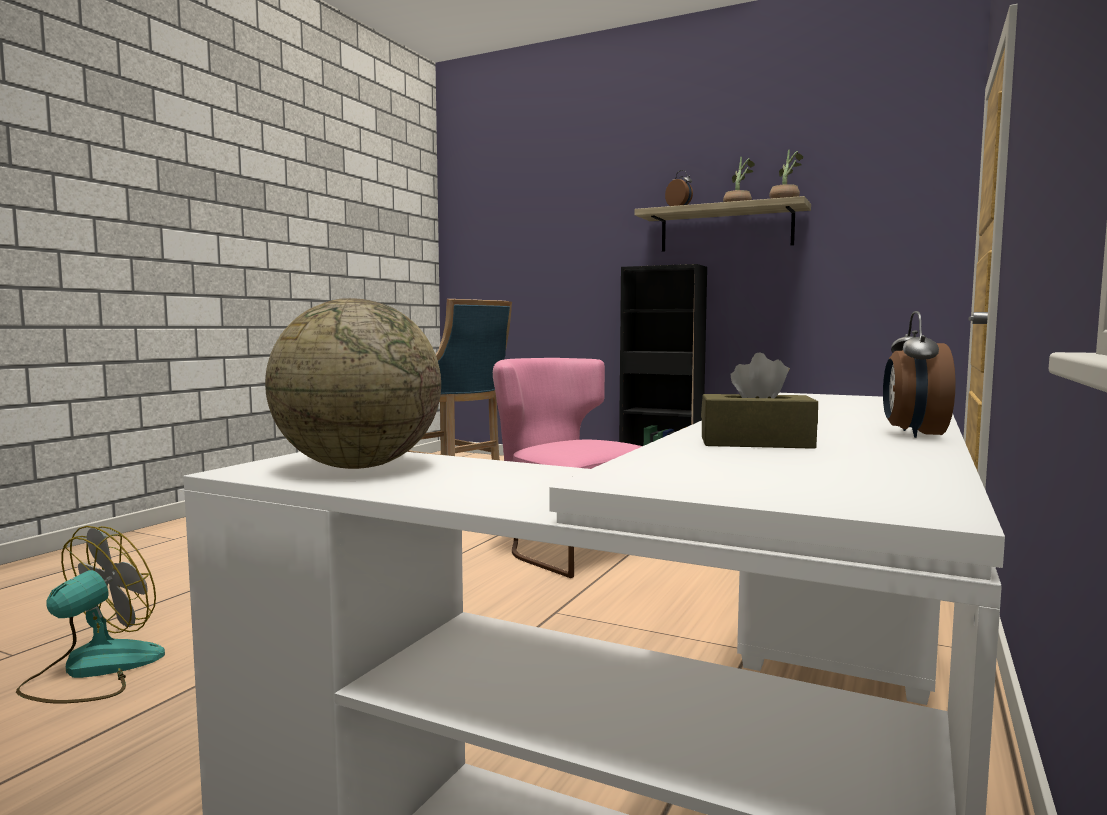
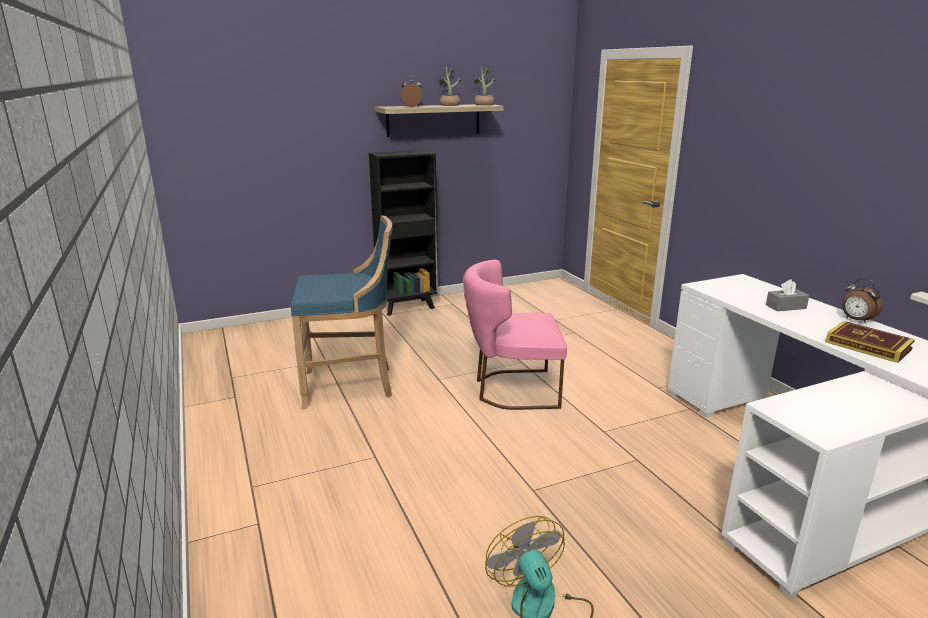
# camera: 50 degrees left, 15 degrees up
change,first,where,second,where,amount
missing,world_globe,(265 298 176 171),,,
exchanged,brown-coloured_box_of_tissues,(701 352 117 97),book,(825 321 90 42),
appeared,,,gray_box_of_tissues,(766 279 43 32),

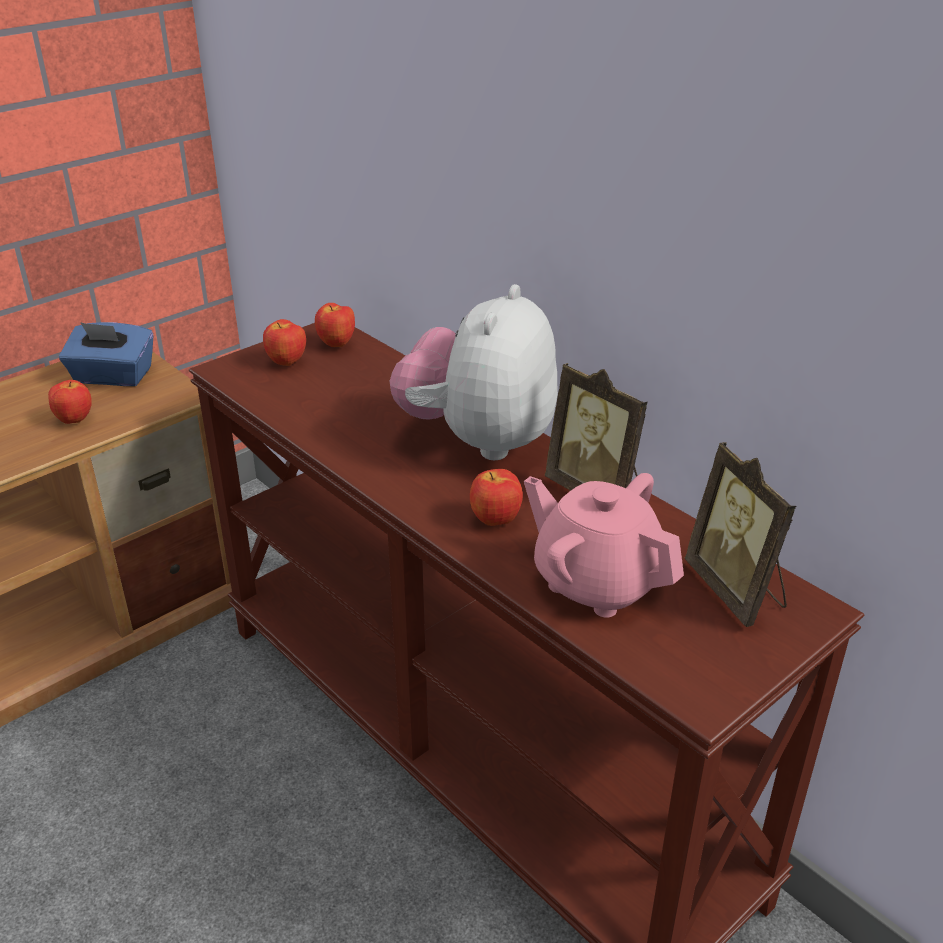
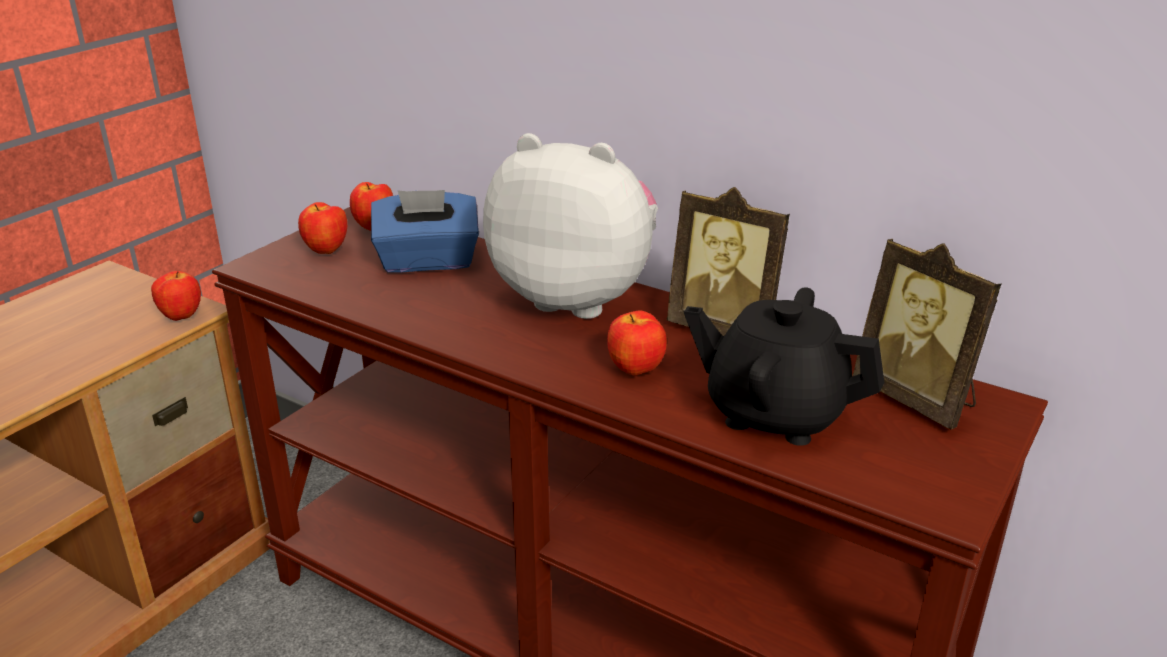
# camera: 15 degrees left, 5 degrees down
change,first,where,second,where,amount
spun,plush_toy,(390 284 168 176),,(483 133 175 186),105 degrees clockwise
relocated,blue-coloured_box_of_tissues,(59 322 95 64),,(371 190 108 83),
relocated,whole_apple,(48 380 44 44),,(151 271 50 50),
colour,pink_teapot,(524 473 160 145),blackish_teapot,(684 287 200 159),

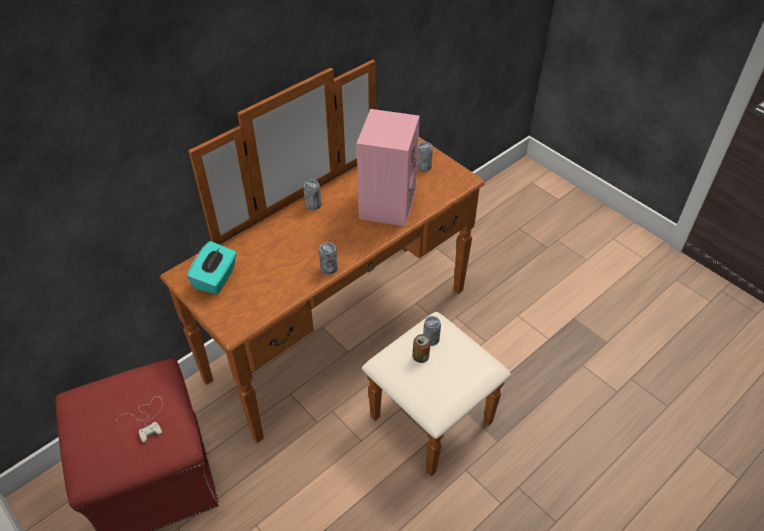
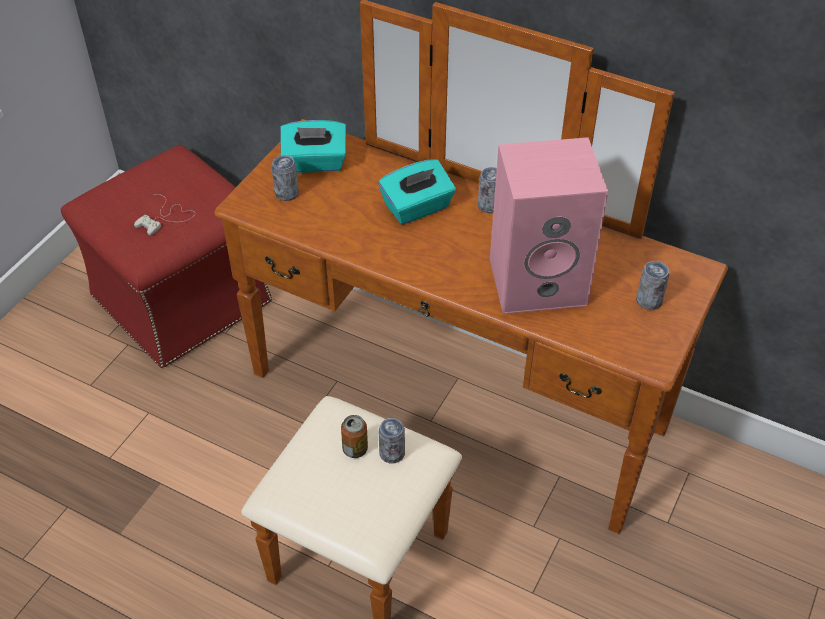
# camera: 70 degrees right, 0 degrees up
change,first,where,second,where,amount
relocated,metal_can,(319 242 19 33),,(272 155 27 46),
appeared,,,turquoise_box_of_tissues,(378 159 78 65),

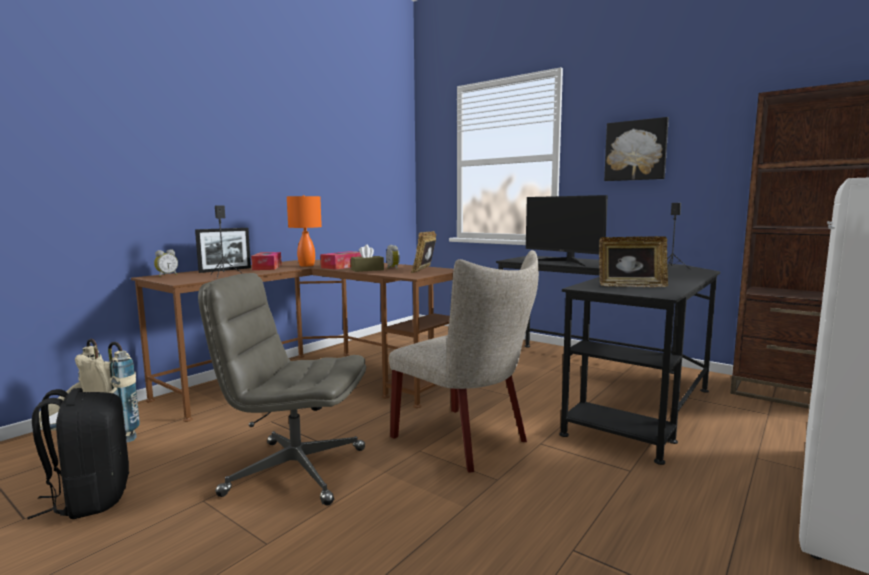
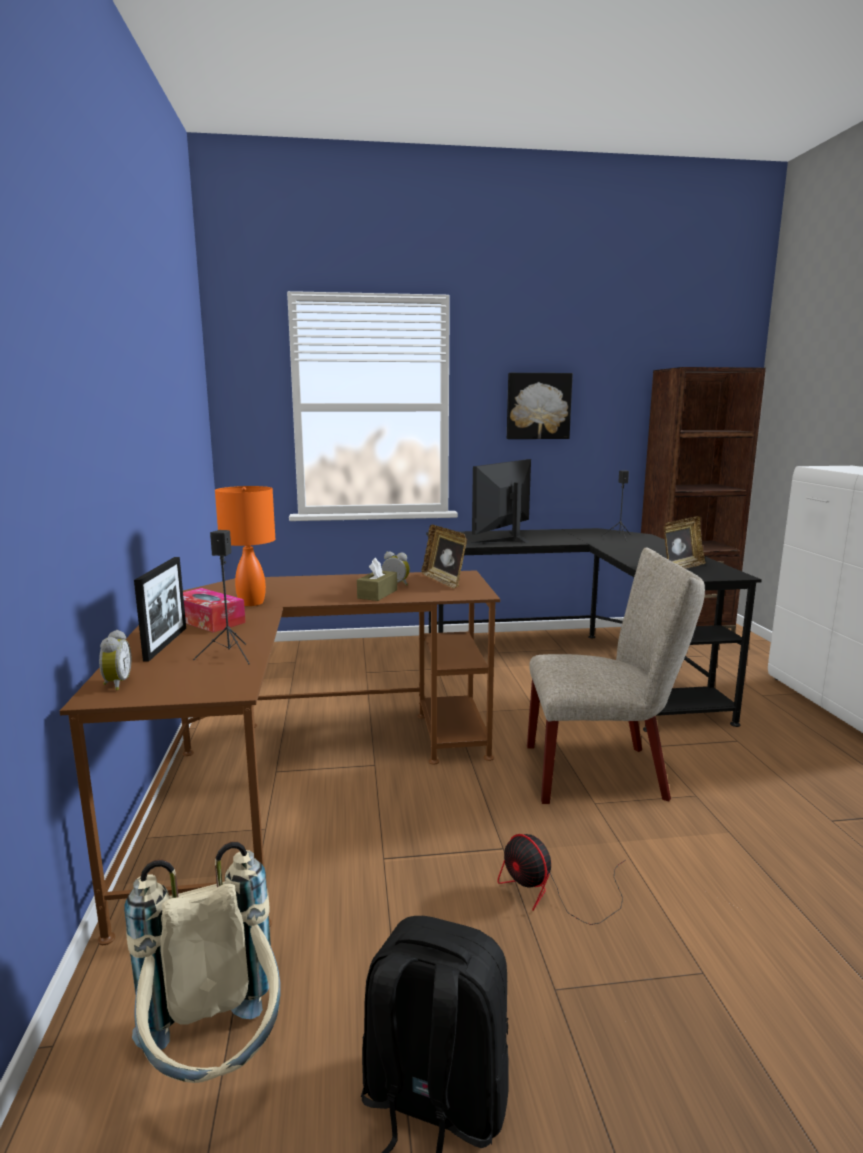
# camera: 45 degrees left, 5 degrees up
change,first,where,second,where,amount
spun,monitor,(526 195 82 71),,(470 459 61 85),120 degrees clockwise
missing,box_of_tissues,(320 251 42 19),,,
exchanged,gray_desk_chair,(198 273 168 232),cooling_fan,(497 834 128 91),

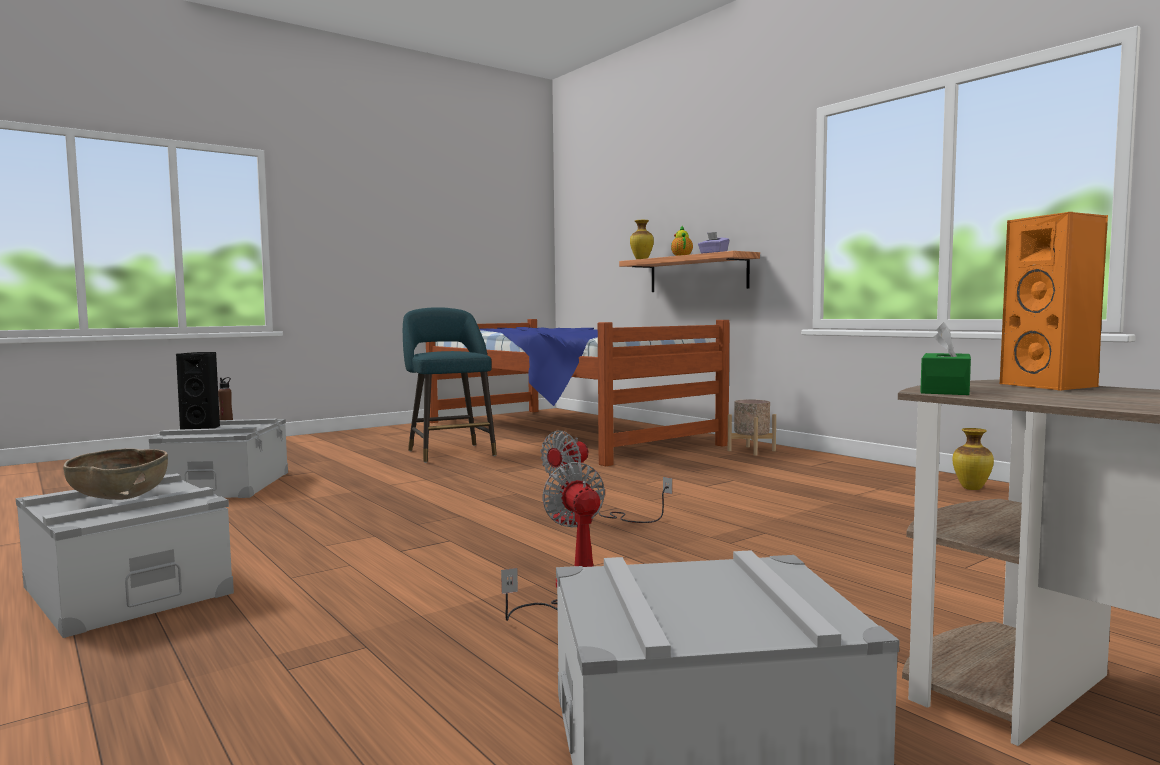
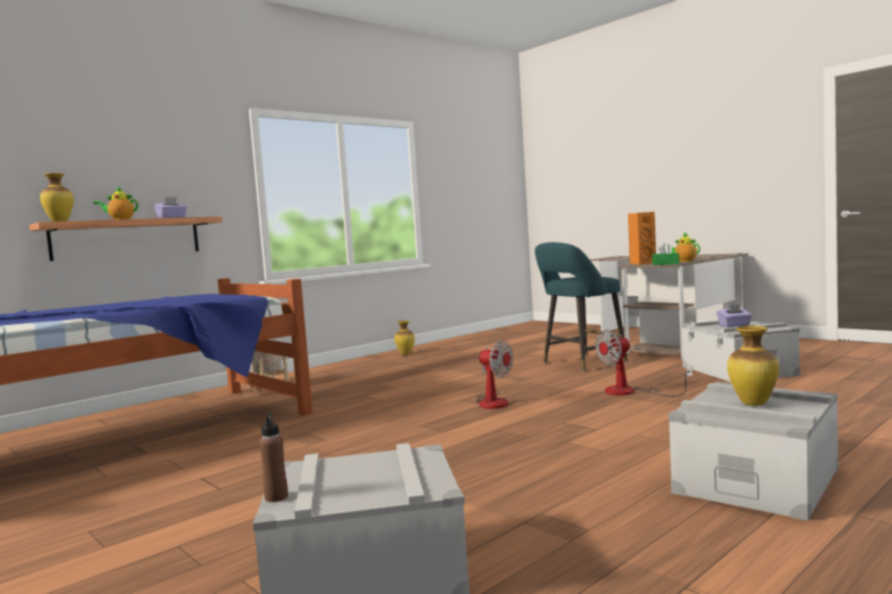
# camera: 95 degrees left, 0 degrees up
change,first,where,second,where,amount
relocated,turquoise_stool_seat,(403 307 94 156),,(535 242 93 129),
missing,blackish_speaker,(176 352 44 78),,,
exchanged,brown-coloured_deep_dish,(63 448 105 52),vase,(727 326 52 80),
appeared,,,teapot,(667 233 33 29),
appeared,,,purple-coloured_box_of_tissues,(717 304 35 24),

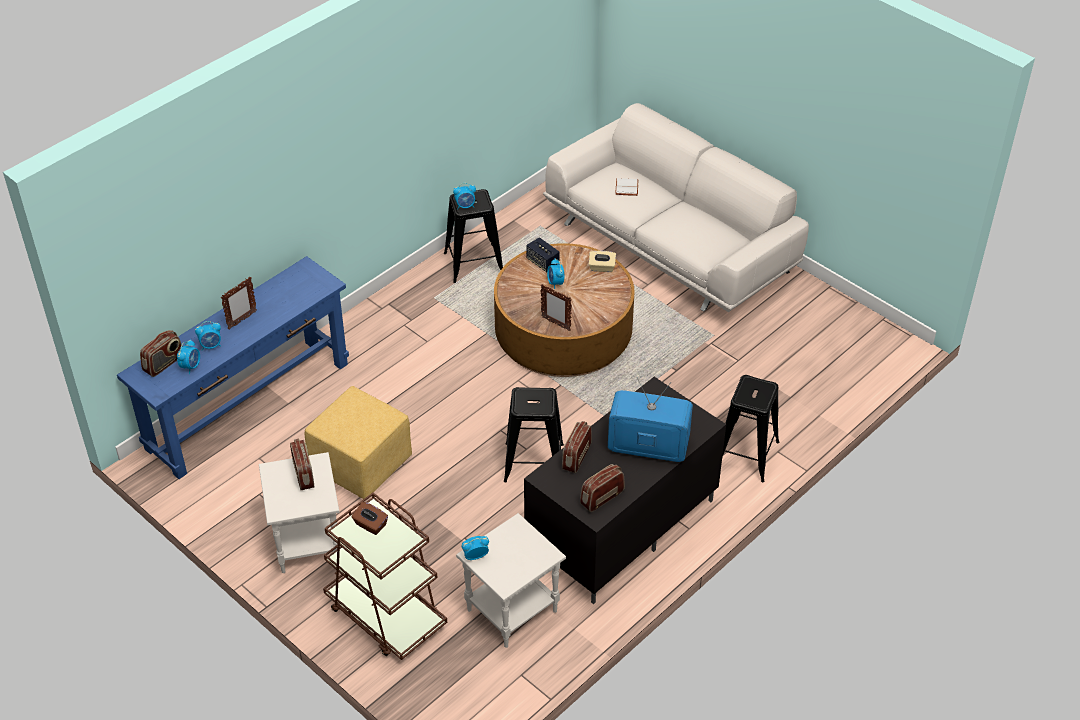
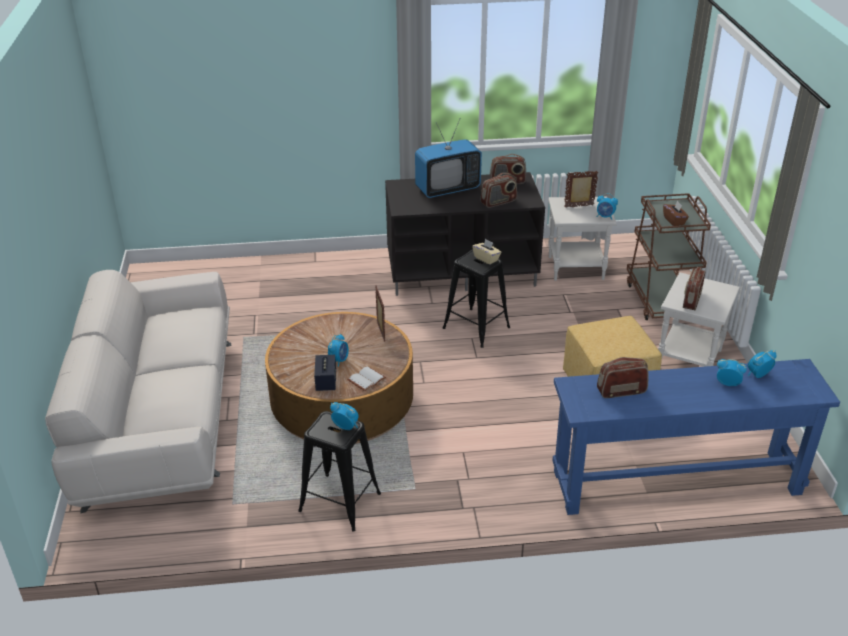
# camera: 140 degrees left, 10 degrees down
change,first,where,second,where,amount
relocated,white_book,(615 178 24 18),,(347 366 39 25),
relocated,sand-coloured_box_of_tissues,(589 251 27 21),,(472 239 29 26),
relocated,picture_frame,(221 277 36 53),,(564 171 35 36),
relocated,radio,(140 330 43 47),,(597 357 52 41),
missing,blackish_stool_seat,(722 375 57 107),,,
spun,television,(608 377 85 85),,(415 119 67 79),75 degrees counterclockwise

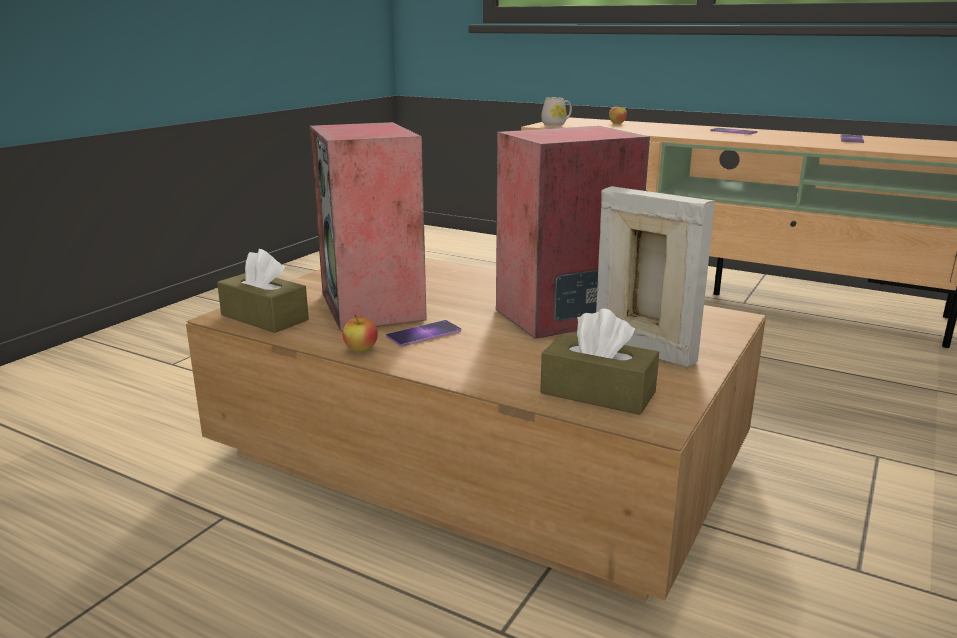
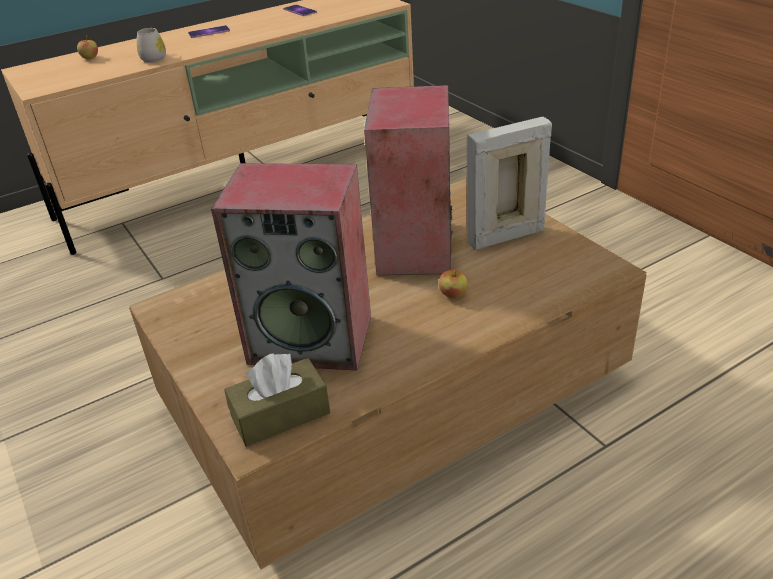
# camera: 60 degrees left, 15 degrees up
change,first,where,second,where,amount
relocated,white_tea_mug,(541 97 31 29),,(137 28 29 35),
missing,brown-coloured_box_of_tissues,(540 309 119 106),,,
relocated,whole_apple,(343 314 35 38),,(439 270 29 29),
missing,phone,(386 320 75 27),,,

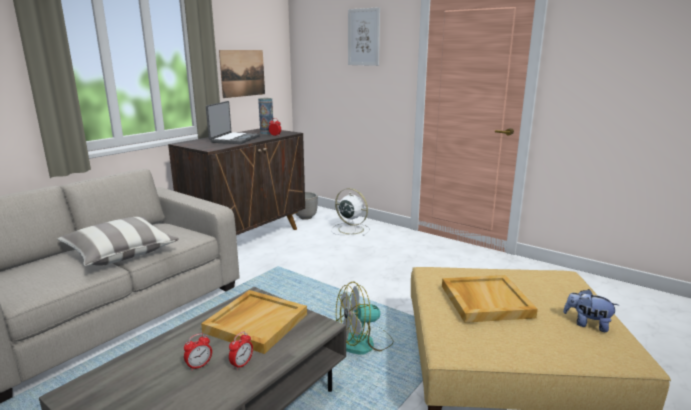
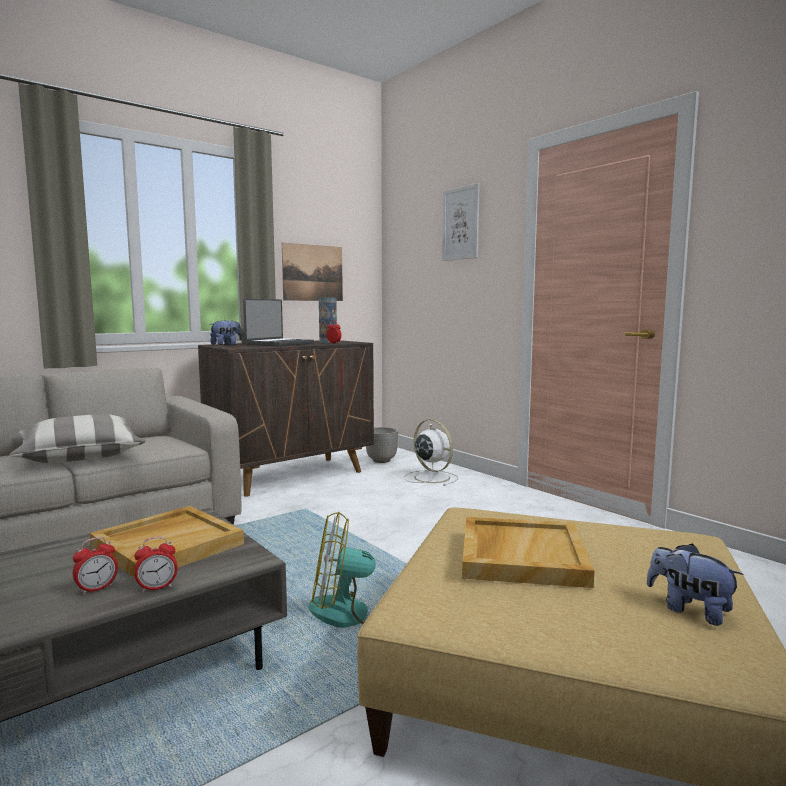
# camera: 15 degrees right, 10 degrees down
change,first,where,second,where,amount
relocated,alarm_clock,(184 333 28 38),,(134 537 44 55),
appeared,,,plush_toy,(210 320 32 25),

